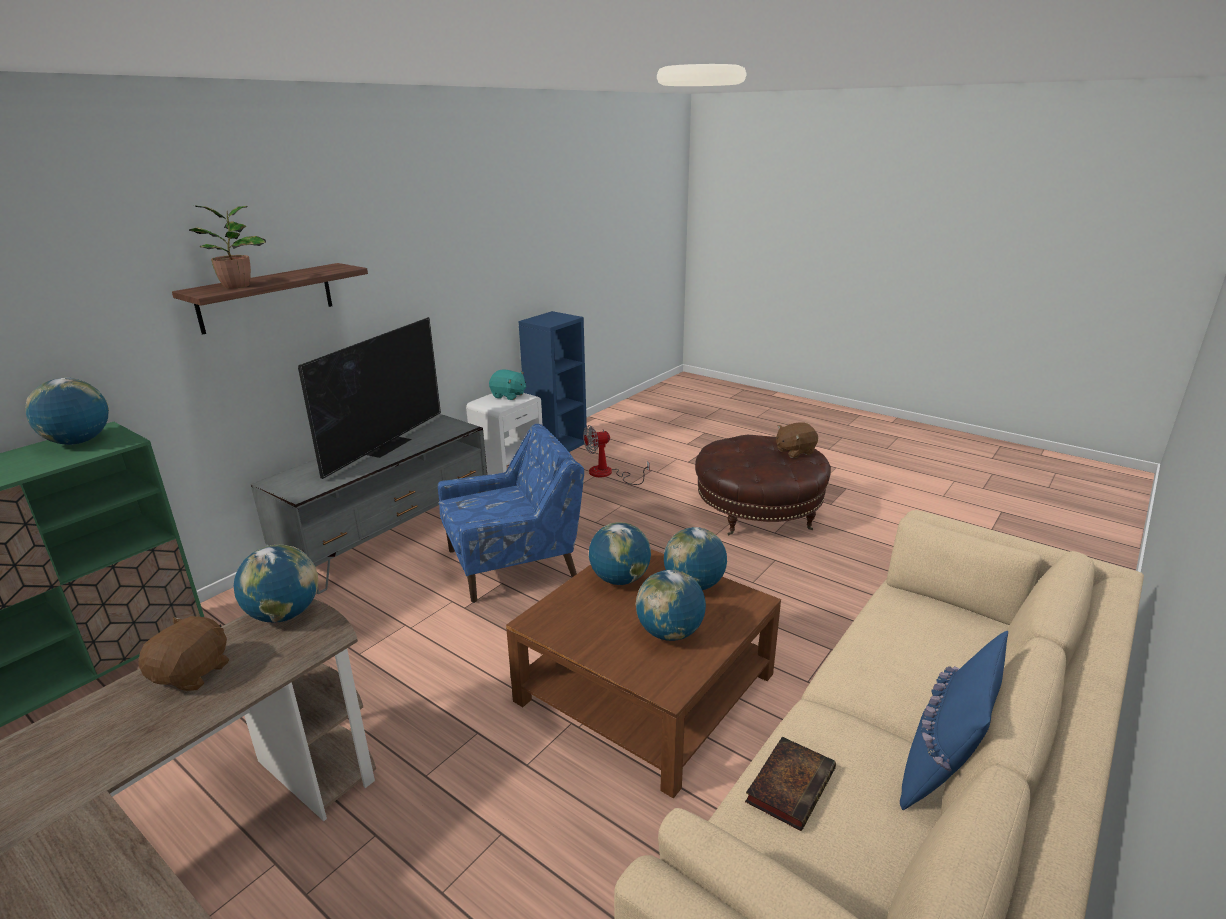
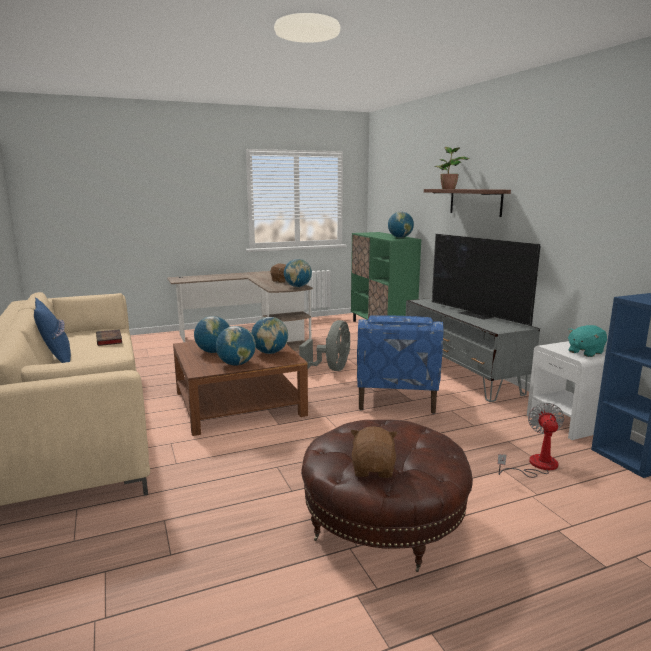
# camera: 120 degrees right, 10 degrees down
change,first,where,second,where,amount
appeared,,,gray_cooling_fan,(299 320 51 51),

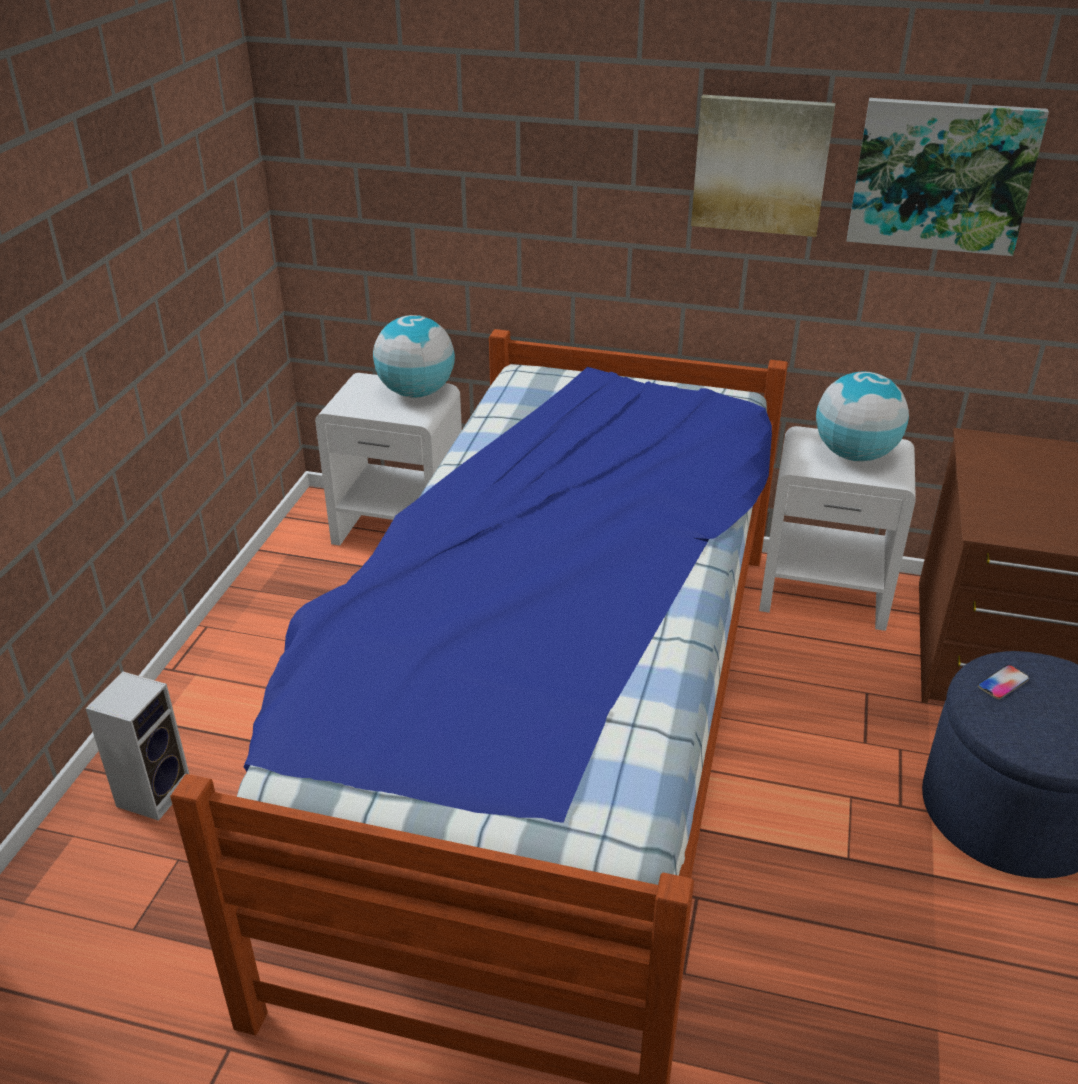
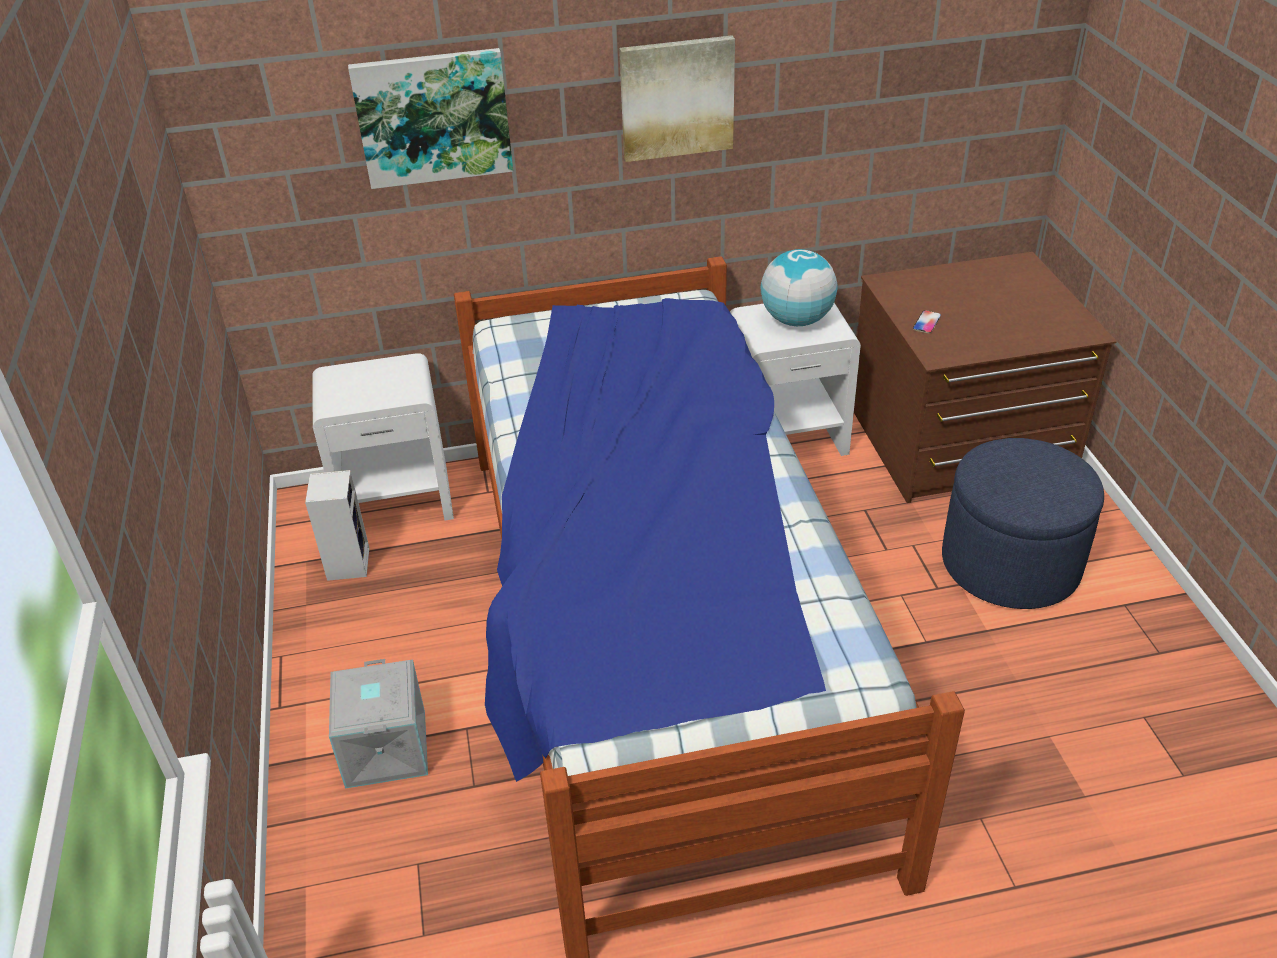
# camera: 25 degrees left, 5 degrees up
change,first,where,second,where,amount
relocated,picture,(847 98 202 158),,(348 48 165 141),
missing,world_globe,(373 315 82 83),,,
relocated,phone,(978 665 51 34),,(913 310 28 24),
relocated,speaker,(85 672 104 149),,(305 470 64 111),
appeared,,,gray_storage_container,(329 659 99 130),

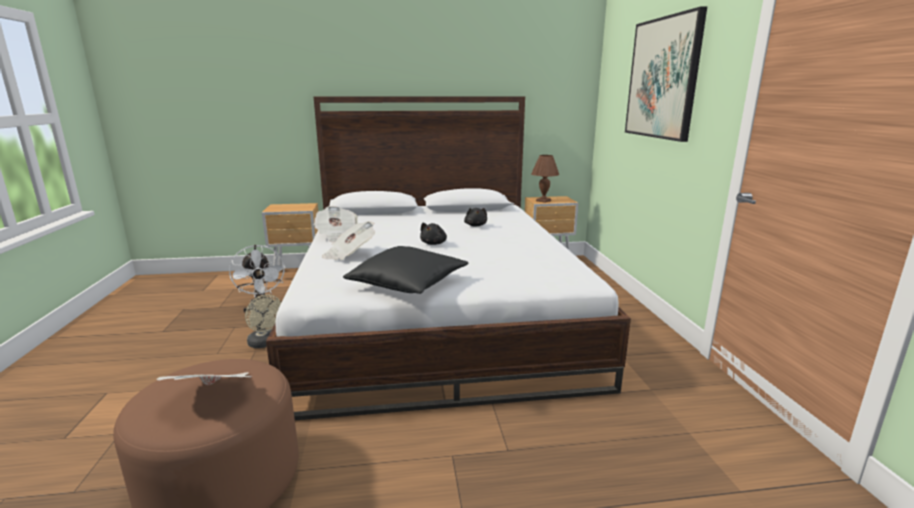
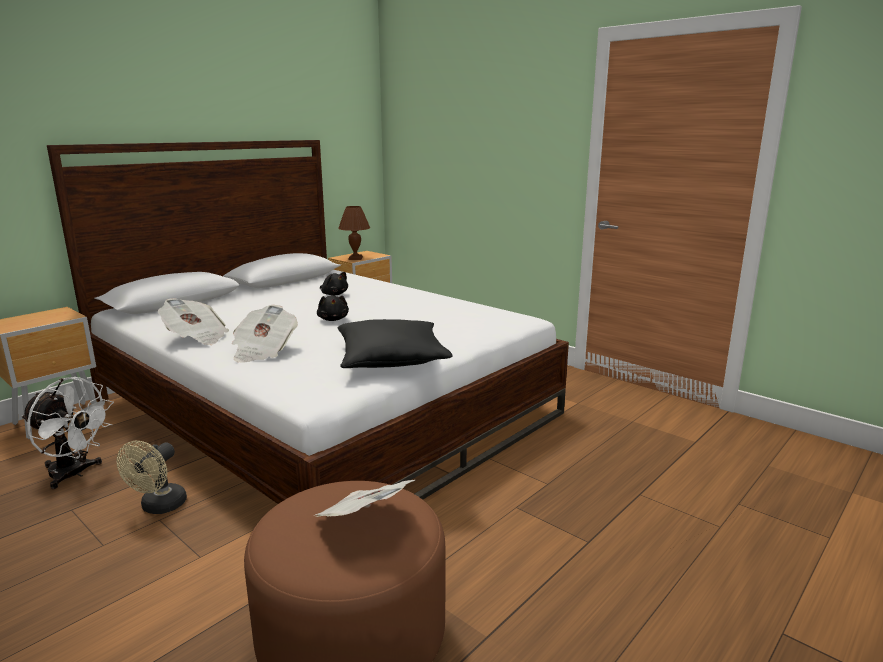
# camera: 40 degrees left, 0 degrees up
change,first,where,second,where,amount
missing,picture,(625 6 82 136),,,
spun,sand-coloured_cooling_fan,(245 295 37 53),,(116 441 71 73),105 degrees clockwise

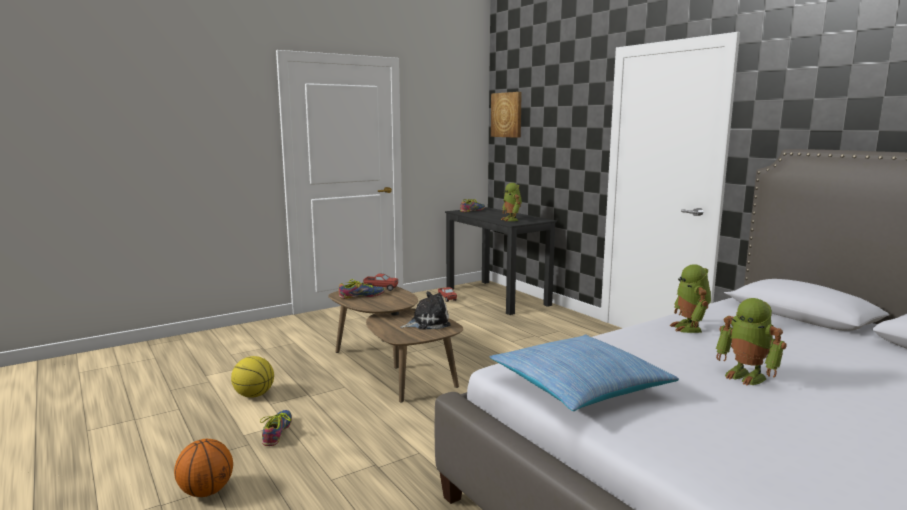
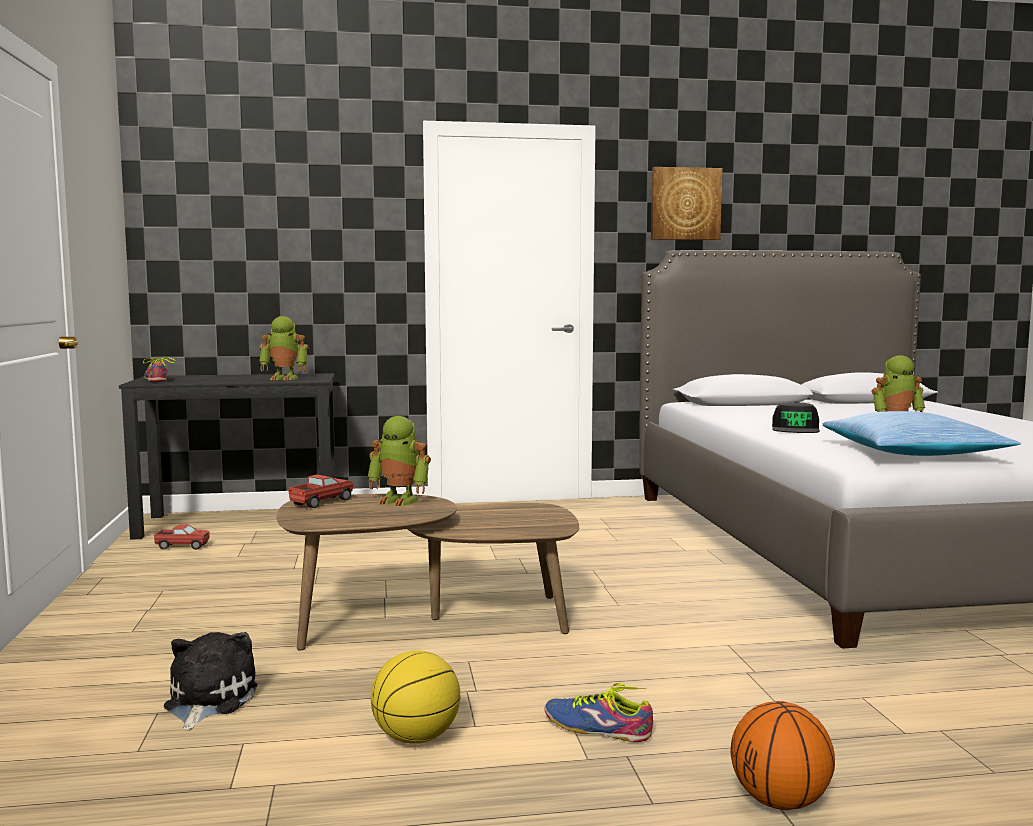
# camera: 65 degrees left, 5 degrees down
change,first,where,second,where,amount
relocated,picture,(491 92 31 46),,(651 167 72 73),
relocated,model_robot,(670 264 41 69),,(368 416 63 90),
missing,item_of_footwear,(338 279 47 20),,,
relocated,plush_toy,(400 291 51 39),,(164 632 94 98),
appeared,,,blackish_peaked_cap,(772 401 48 32),

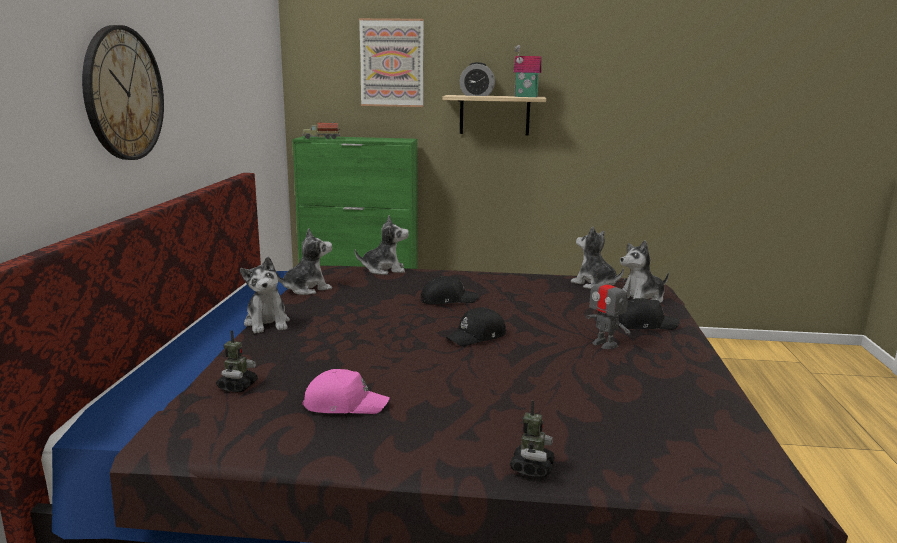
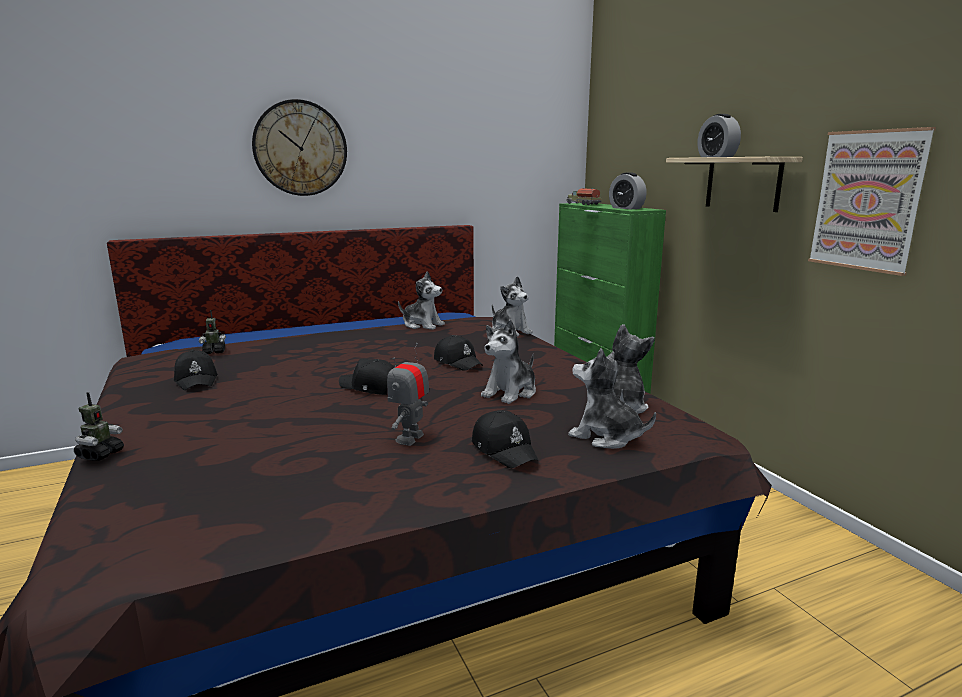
# camera: 60 degrees right, 0 degrees up
change,first,where,second,where,amount
relocated,picture,(359 18 65 89),,(808 127 128 149),
missing,miniature_house,(513 45 28 52),,,
relocated,plush_toy,(240 257 50 76),,(481 320 55 84),
colour,pink_peaked_cap,(302 369 88 45),blackish_peaked_cap,(174 350 44 40),
spun,model_robot,(510 401 45 76),,(74 392 50 69),60 degrees counterclockwise
appeared,,,alarm_clock,(609 172 38 37),

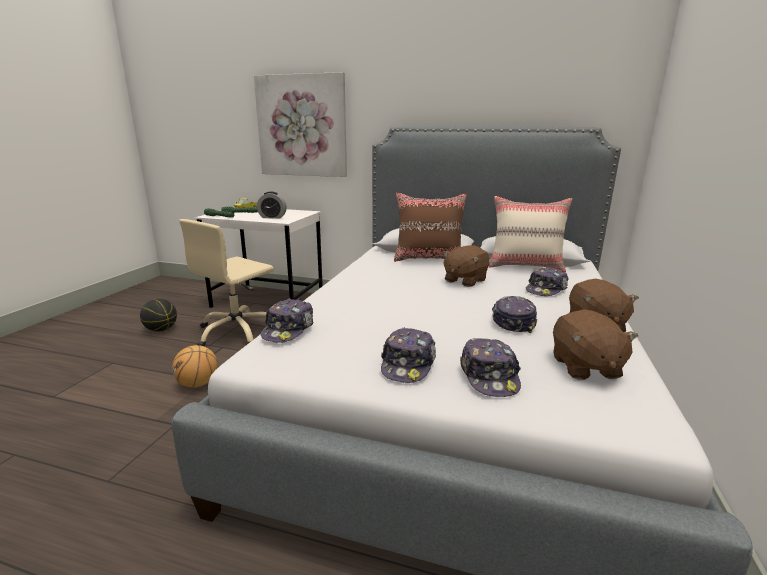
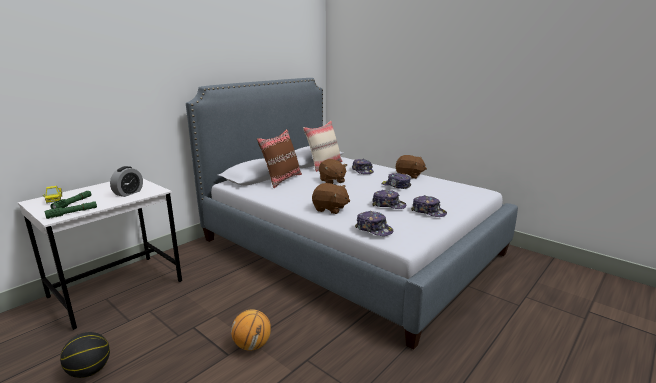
# camera: 65 degrees left, 0 degrees up
change,first,where,second,where,amount
missing,picture,(254 72 93 105),,,
missing,sand-coloured_desk_chair,(179 219 95 127),,,
relocated,brown-coloured_plush_toy,(553 310 85 70),,(312 183 38 31),
relocated,peaked_cap,(460 338 61 59),,(373 190 33 19),

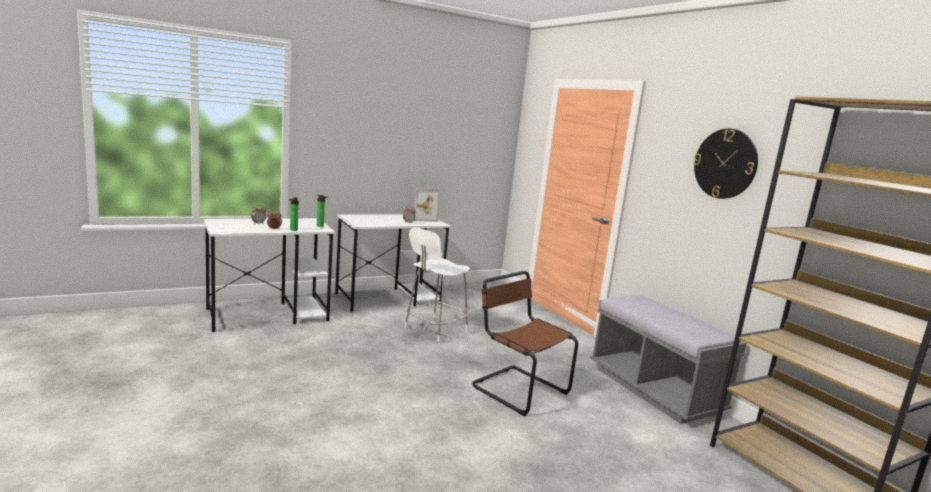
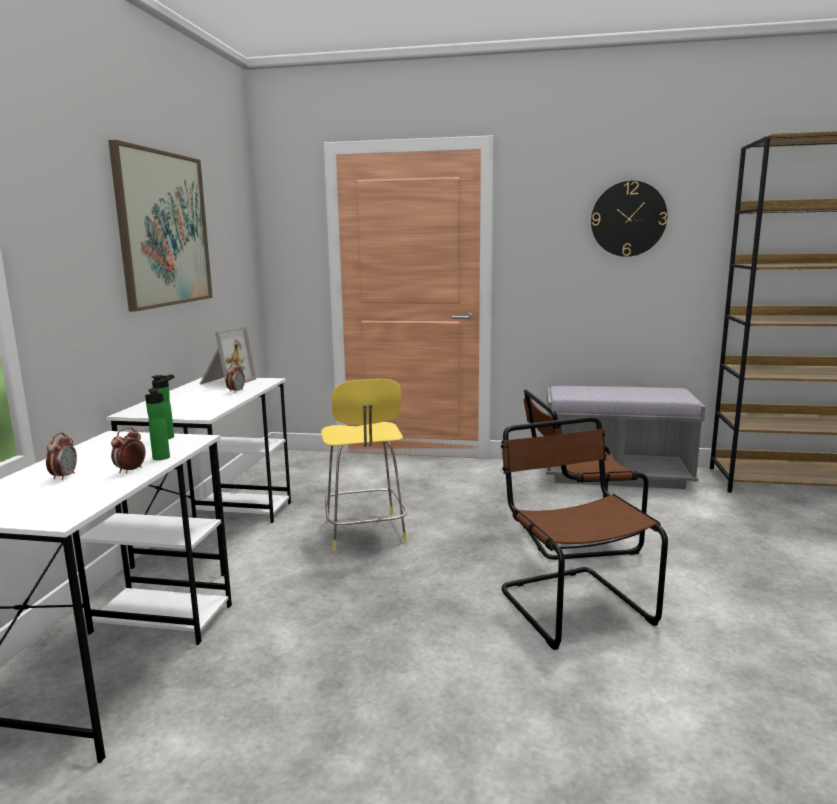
# camera: 50 degrees left, 0 degrees up
change,first,where,second,where,amount
colour,white_stool_seat,(405 227 65 115),yellowish_stool_seat,(321 379 86 172),
appeared,,,picture,(108 140 105 171),
appeared,,,brown-coloured_chair,(501 417 167 233),

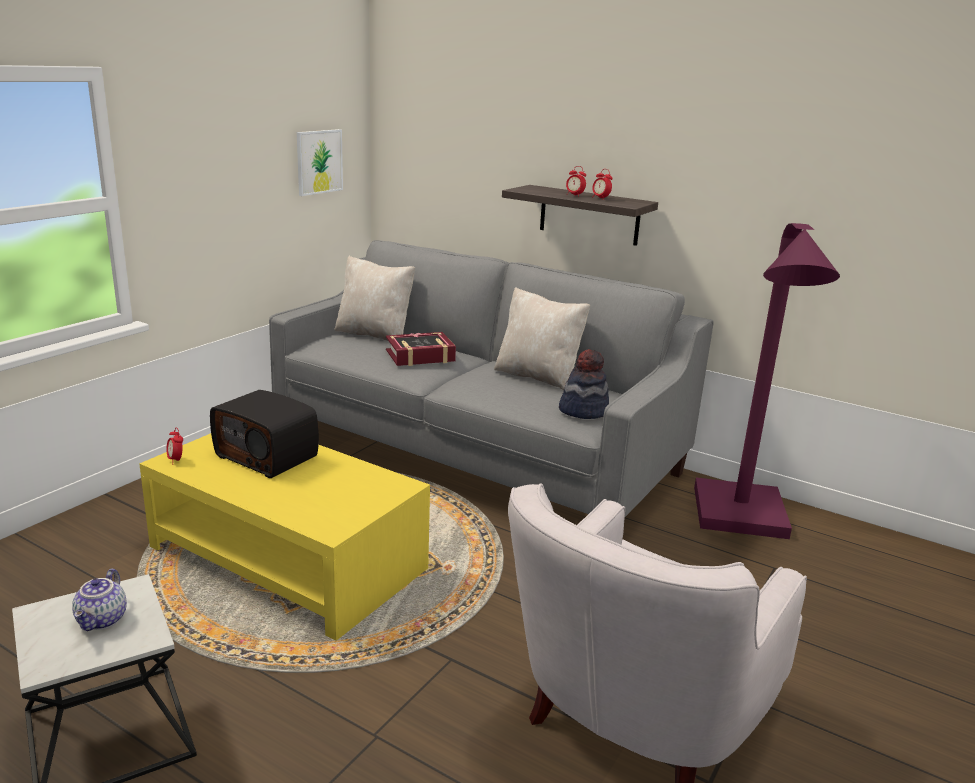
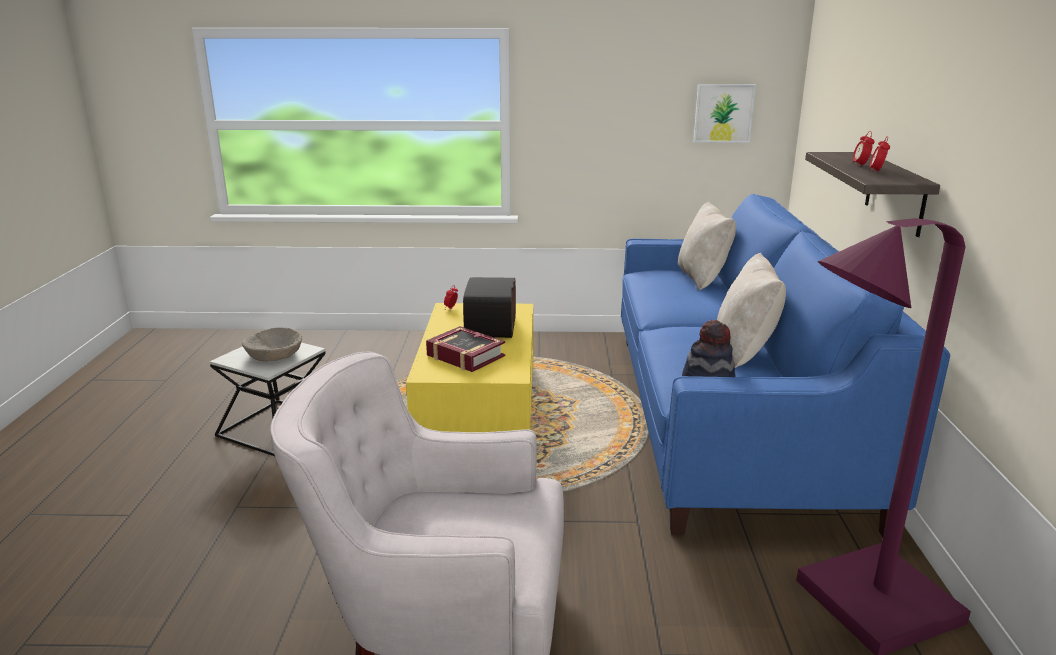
# camera: 60 degrees right, 0 degrees up
change,first,where,second,where,amount
colour,gray_settee,(269 240 445 277),blue-coloured_settee,(621 194 329 343),
relocated,book,(386 332 70 34),,(426 326 79 46),
exchanged,teapot,(72 568 55 63),sand-coloured_deep_dish,(242 327 60 34),

